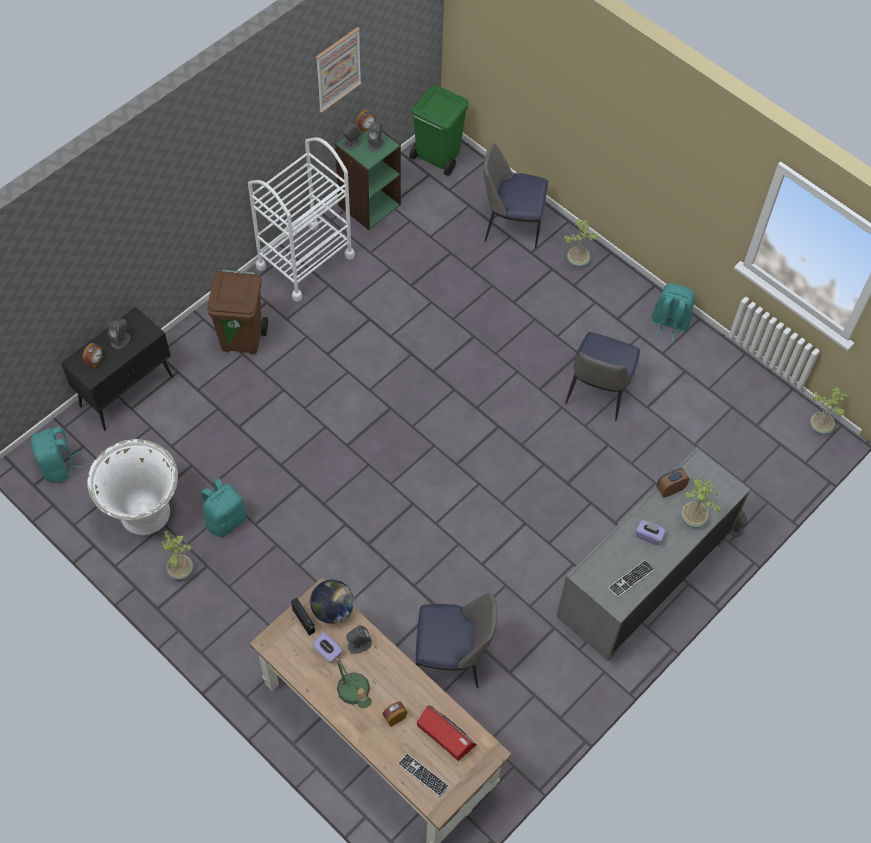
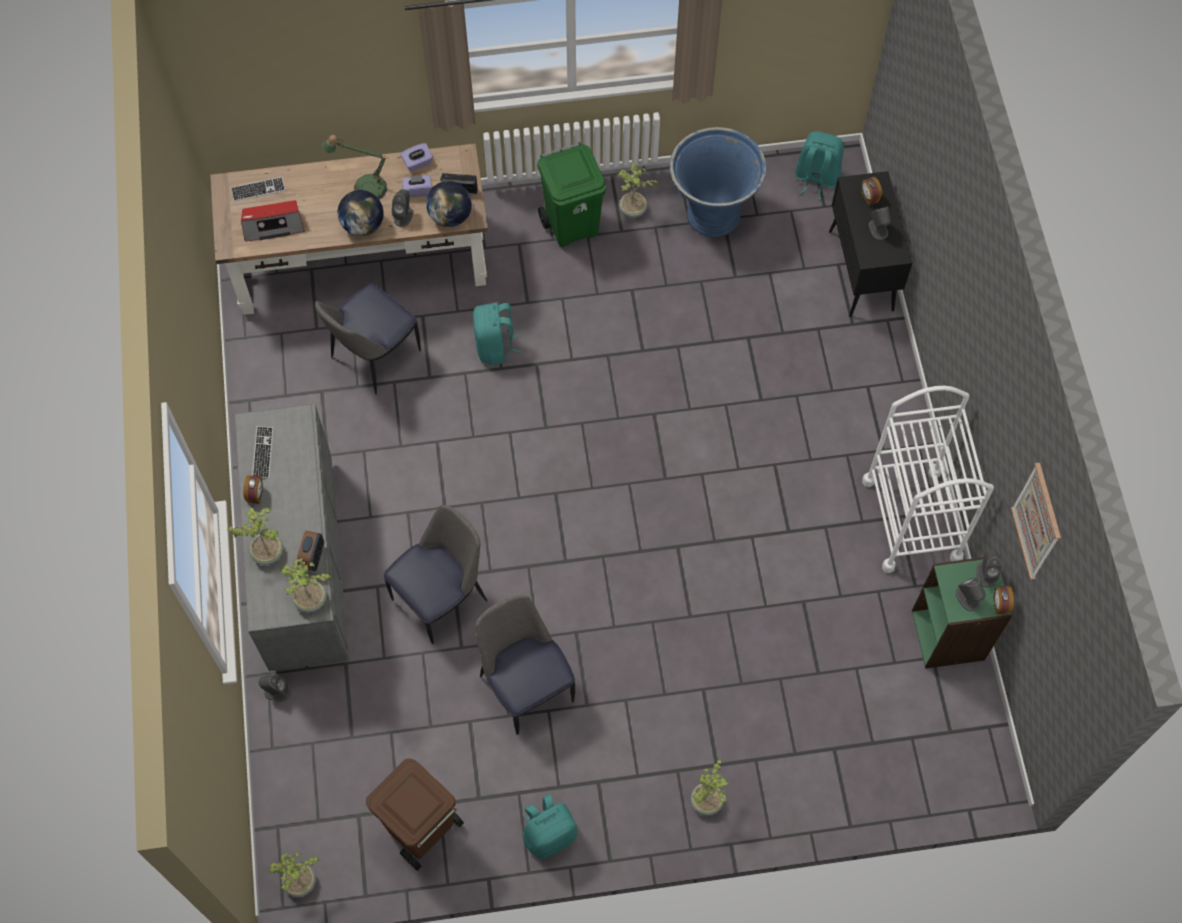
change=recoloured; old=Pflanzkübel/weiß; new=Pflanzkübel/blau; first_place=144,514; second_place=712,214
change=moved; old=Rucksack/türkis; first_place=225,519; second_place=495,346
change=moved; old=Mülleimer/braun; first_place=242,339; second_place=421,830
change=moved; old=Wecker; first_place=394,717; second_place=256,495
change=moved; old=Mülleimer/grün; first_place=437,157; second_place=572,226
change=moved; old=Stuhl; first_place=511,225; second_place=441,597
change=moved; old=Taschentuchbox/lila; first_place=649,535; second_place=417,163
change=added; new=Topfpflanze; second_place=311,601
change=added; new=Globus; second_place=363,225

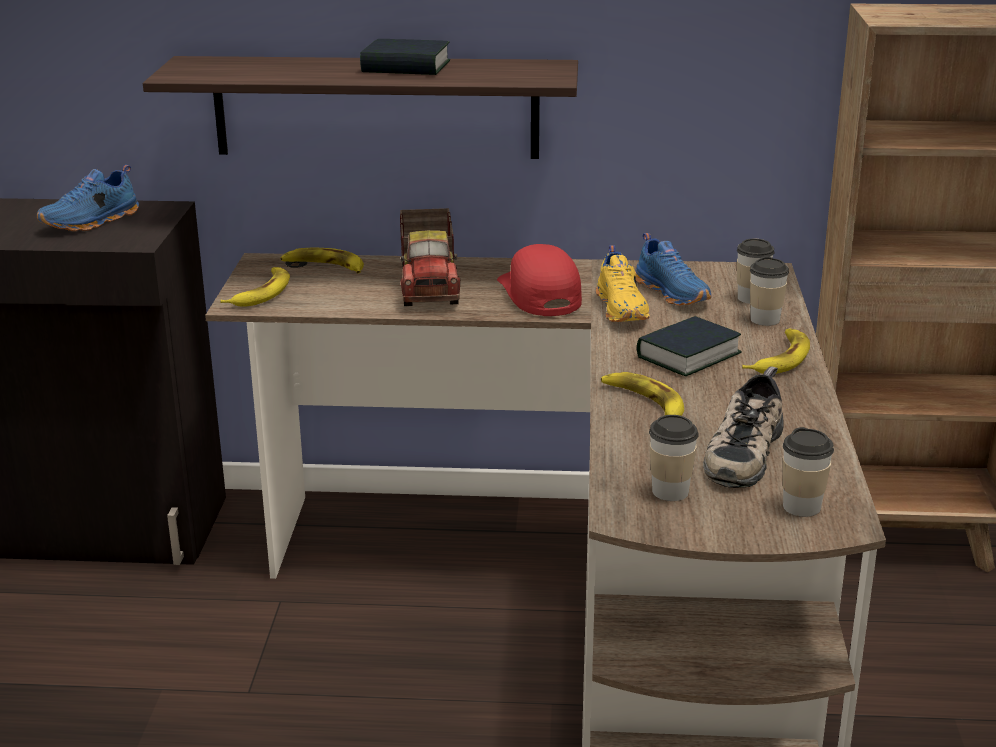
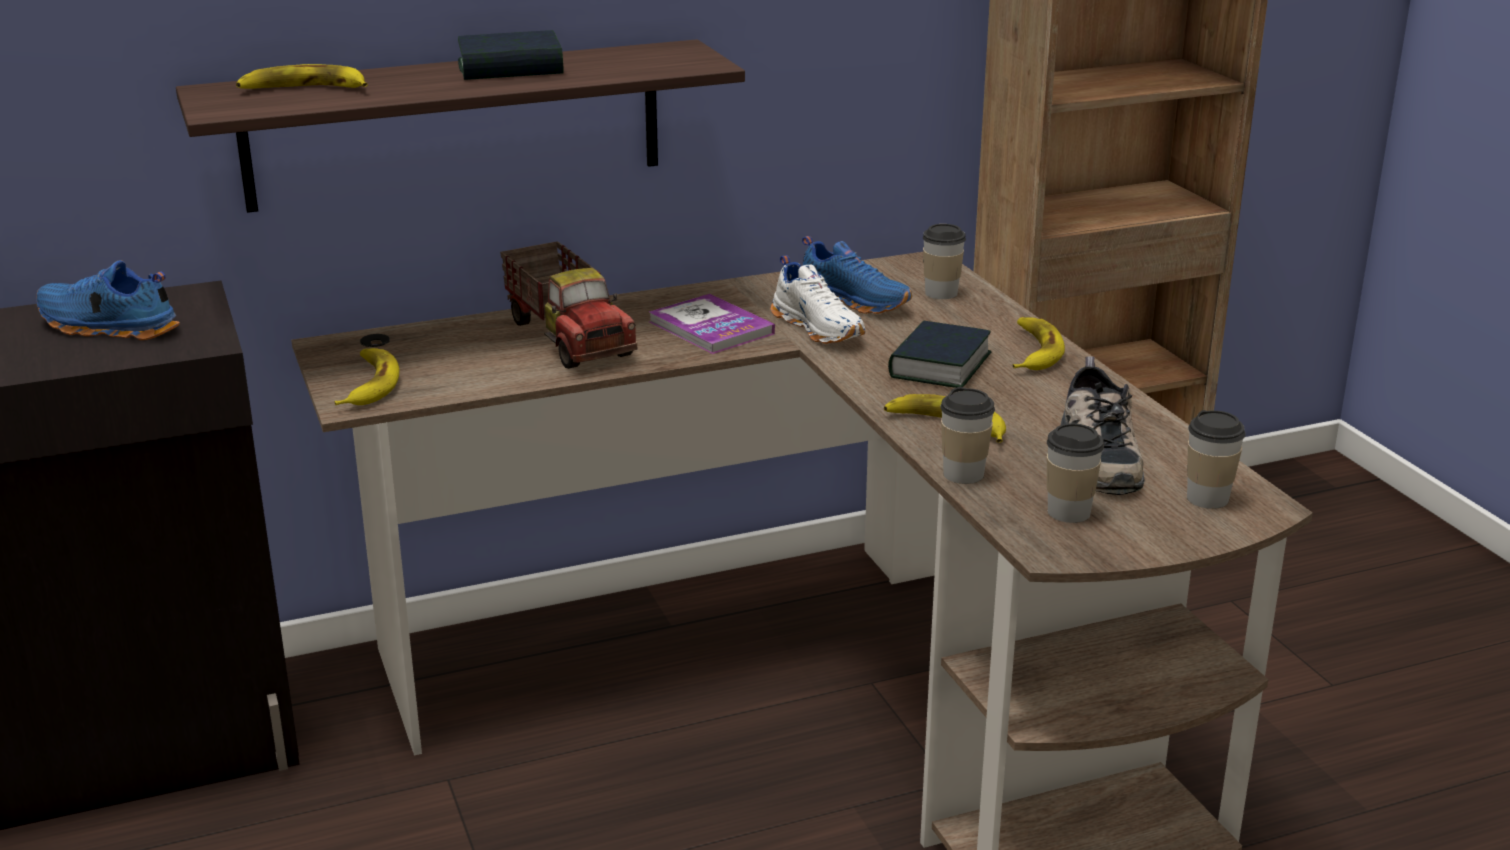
change=turned; old=Schuh/blau; first_place=92,222; second_place=107,328; degrees=90
change=moved; old=Banane; first_place=324,267; second_place=303,90
change=replaced; old=Kappe/rot; new=Buch; first_place=539,294; second_place=711,327
change=recoloured; old=Schuh/gelb; new=Schuh/weiß; first_place=623,309; second_place=819,328
change=moved; old=Tasse; first_place=765,320; second_place=963,474

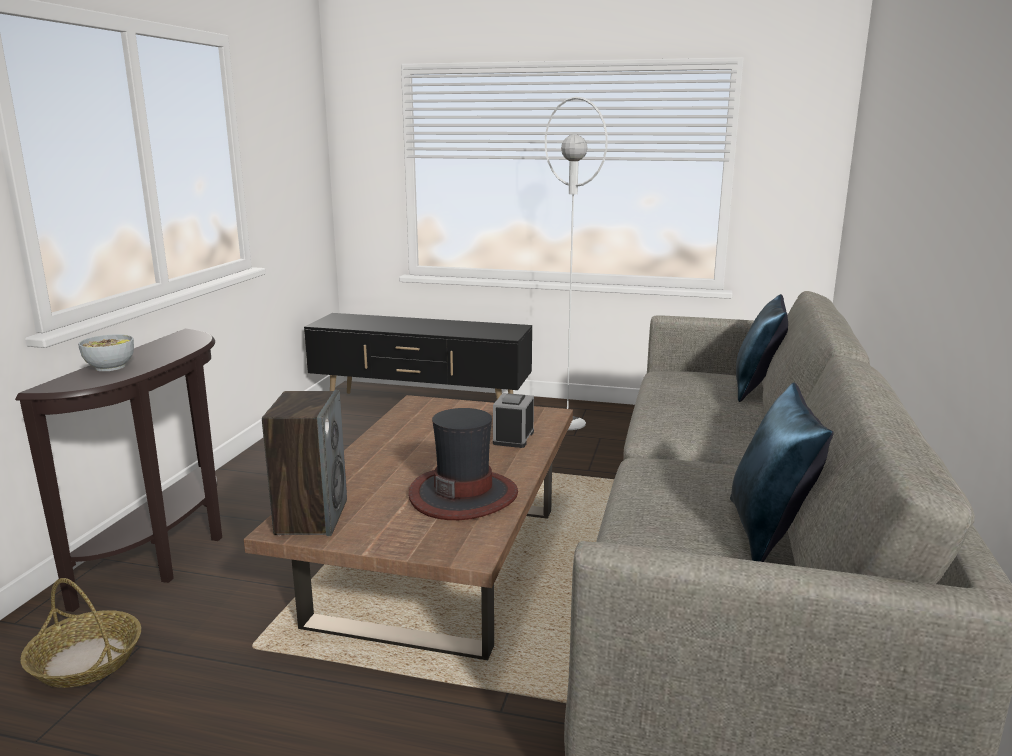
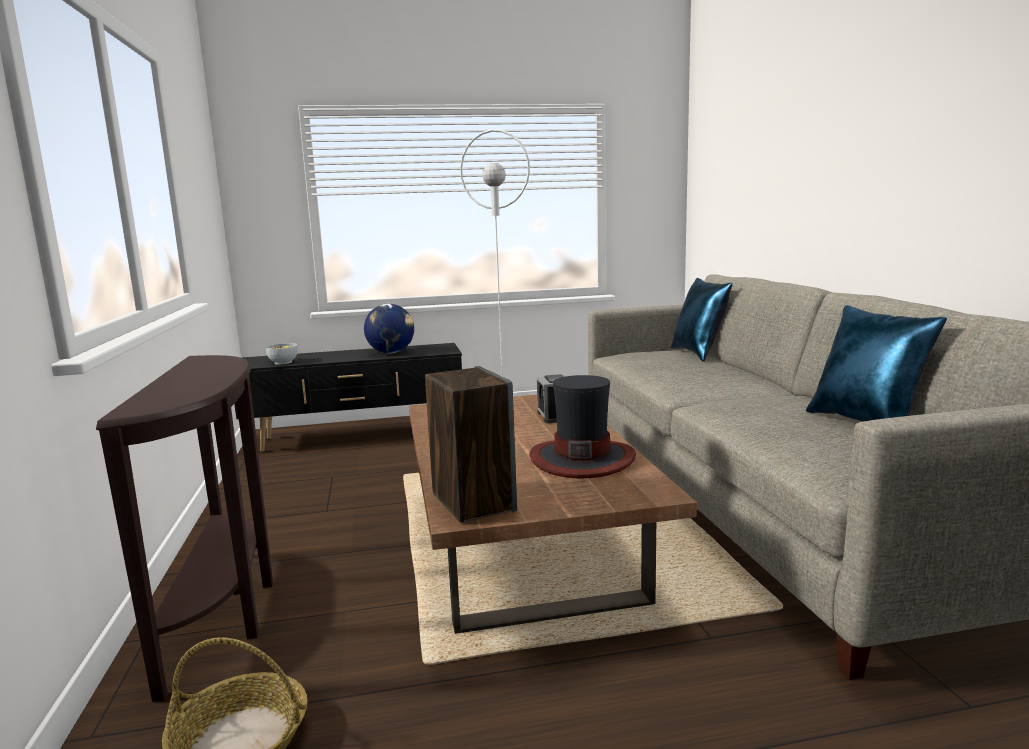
change=moved; old=Schüssel; first_place=110,367; second_place=283,362
change=added; new=Globus; second_place=391,352

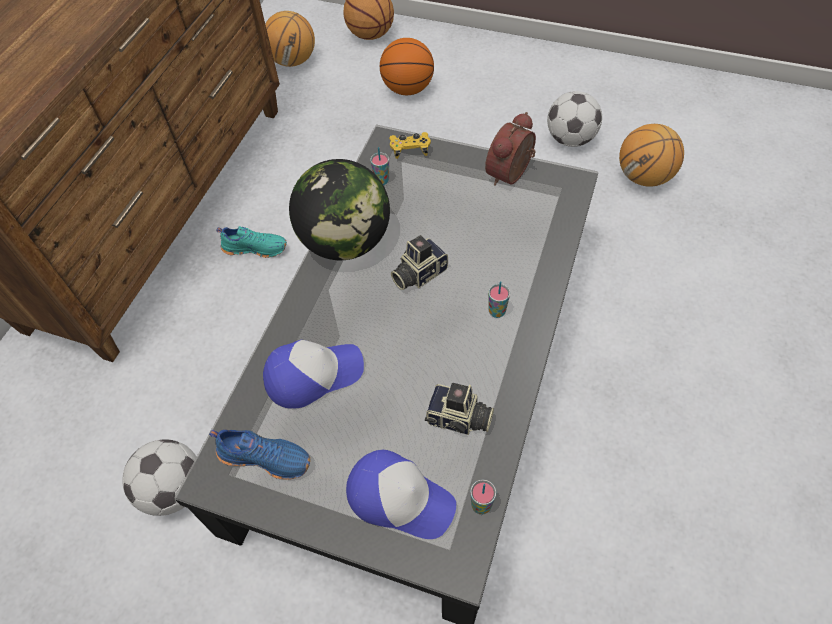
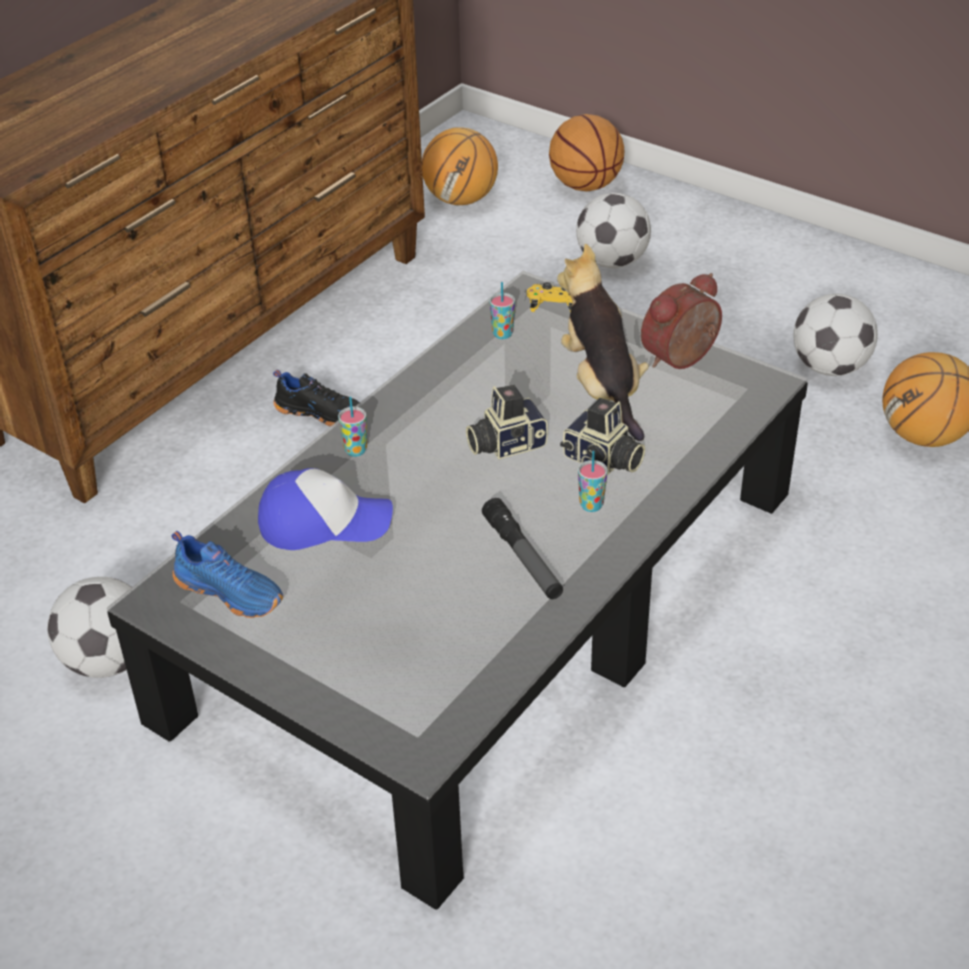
change=recoloured; old=Schuh/türkis; new=Schuh/schwarz; first_place=255,247; second_place=320,412
change=removed; old=Globus; first_place=345,242
change=removed; old=Kappe; first_place=399,498
change=replaced; old=Basketball; new=Fußball; first_place=408,89; second_place=612,262
change=moved; old=Kamera; first_place=459,420; second_place=602,461
change=moved; old=Tasse; first_place=481,505; second_place=355,450
change=added; new=Taschenlampe; second_place=523,557
change=added; new=Plüschtier; second_place=602,387

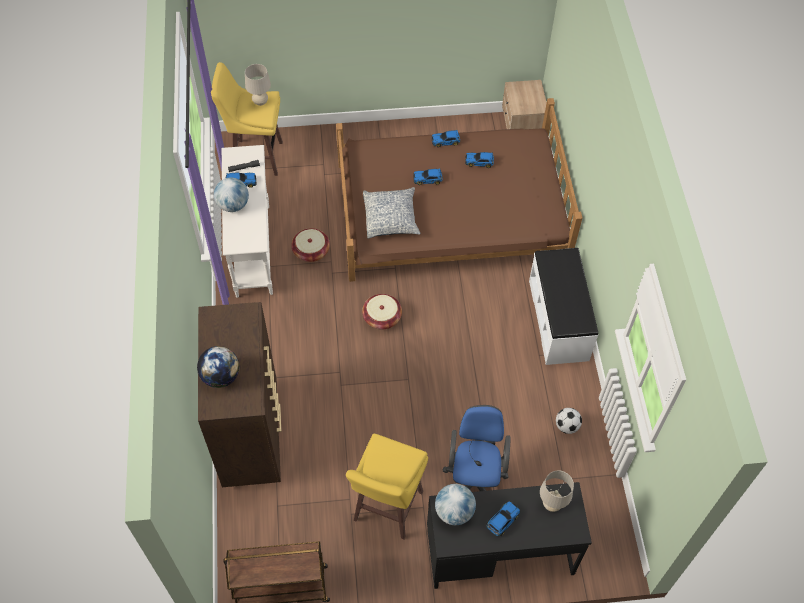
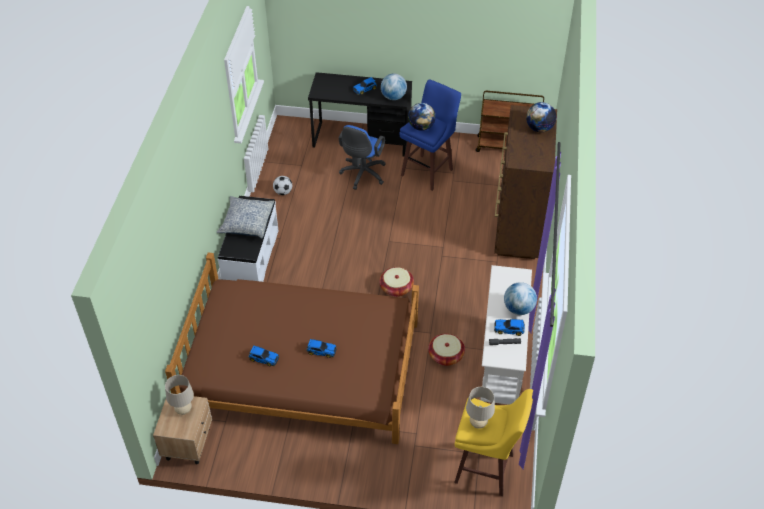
change=recoloured; old=Hocker/gelb; new=Hocker/blau; first_place=387,508; second_place=428,172
change=moved; old=Kissen; first_place=391,218; second_place=247,222
change=removed; old=Spielzeugauto; first_place=446,141
change=moved; old=Tischlampe/beige; first_place=552,504; second_place=183,410
change=added; new=Globus; second_place=421,127

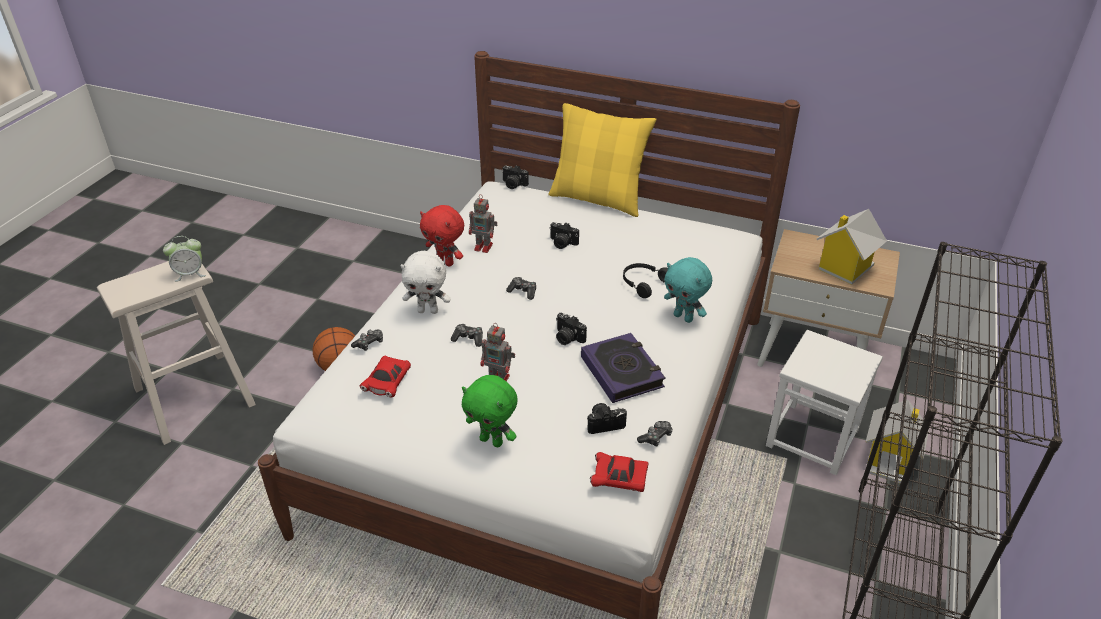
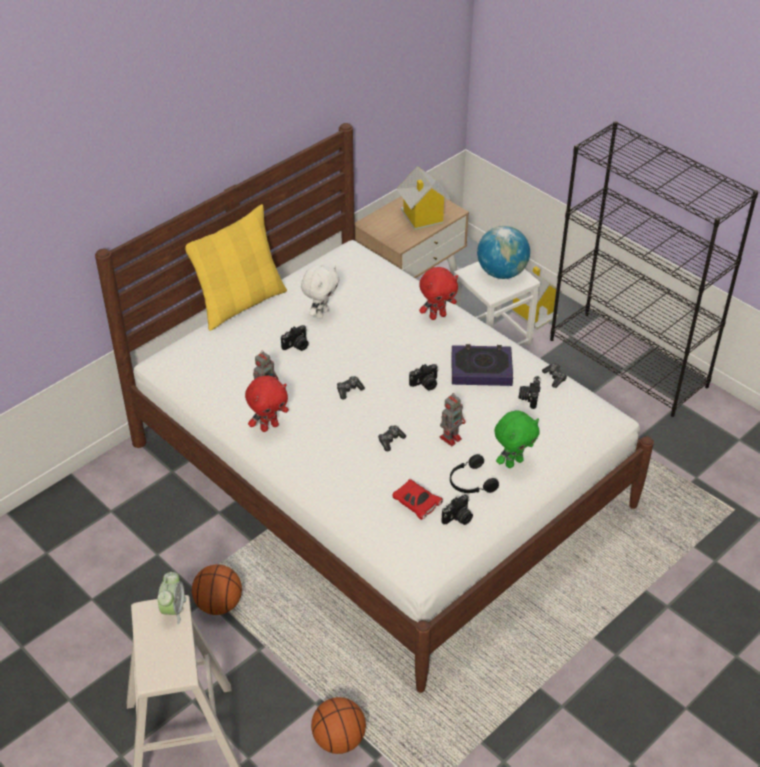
change=removed; old=Gamepad; first_place=369,344
change=moved; old=Plüschtier/weiß; first_place=428,310; second_place=321,313
change=moved; old=Kamera; first_place=513,184; second_place=458,518
change=removed; old=Spielzeugauto/rot; first_place=619,480
change=moved; old=Kopfhörer/schwarz; first_place=643,283; second_place=470,482
change=recoloured; old=Plüschtier/türkis; new=Plüschtier/rot; first_place=684,317; second_place=437,316
change=added; new=Basketball; second_place=339,739
change=added; new=Globus; second_place=501,273

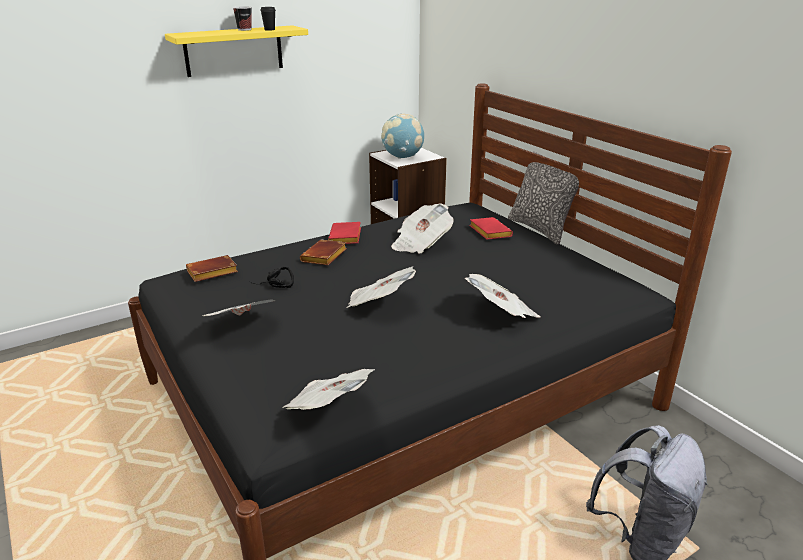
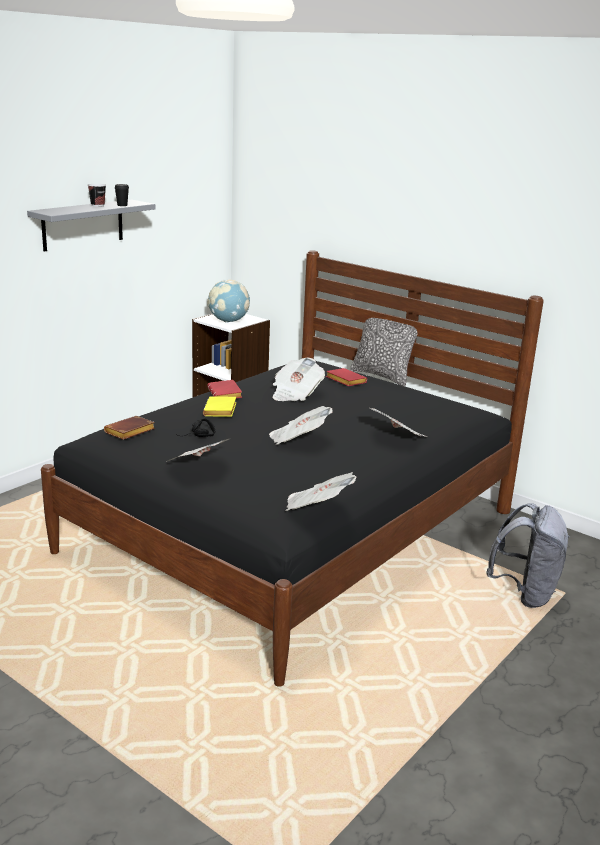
change=recoloured; old=Wandregal/gelb; new=Wandregal/grau; first_place=234,51; second_place=83,225
change=recoloured; old=Buch/braun; new=Buch/gelb; first_place=324,257; second_place=221,411

